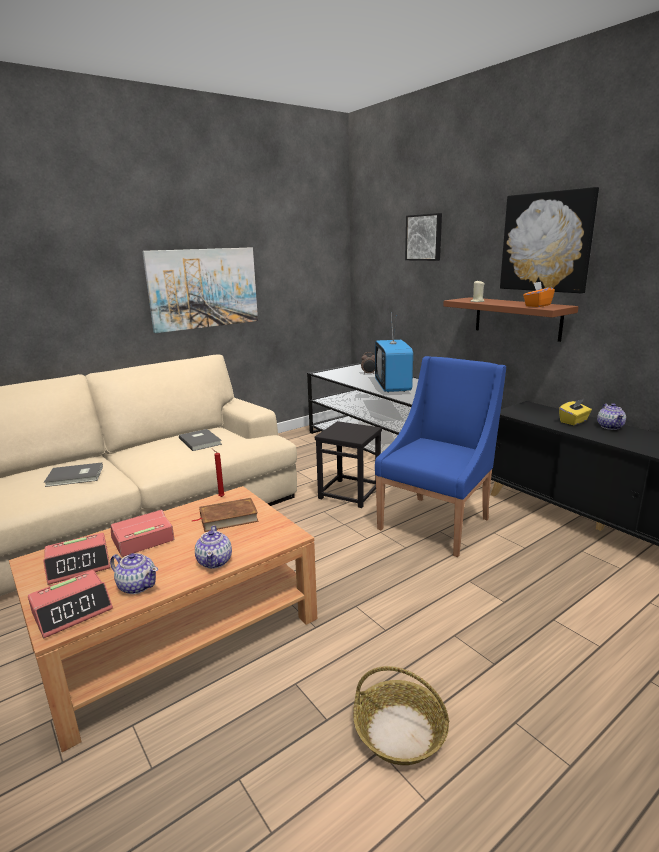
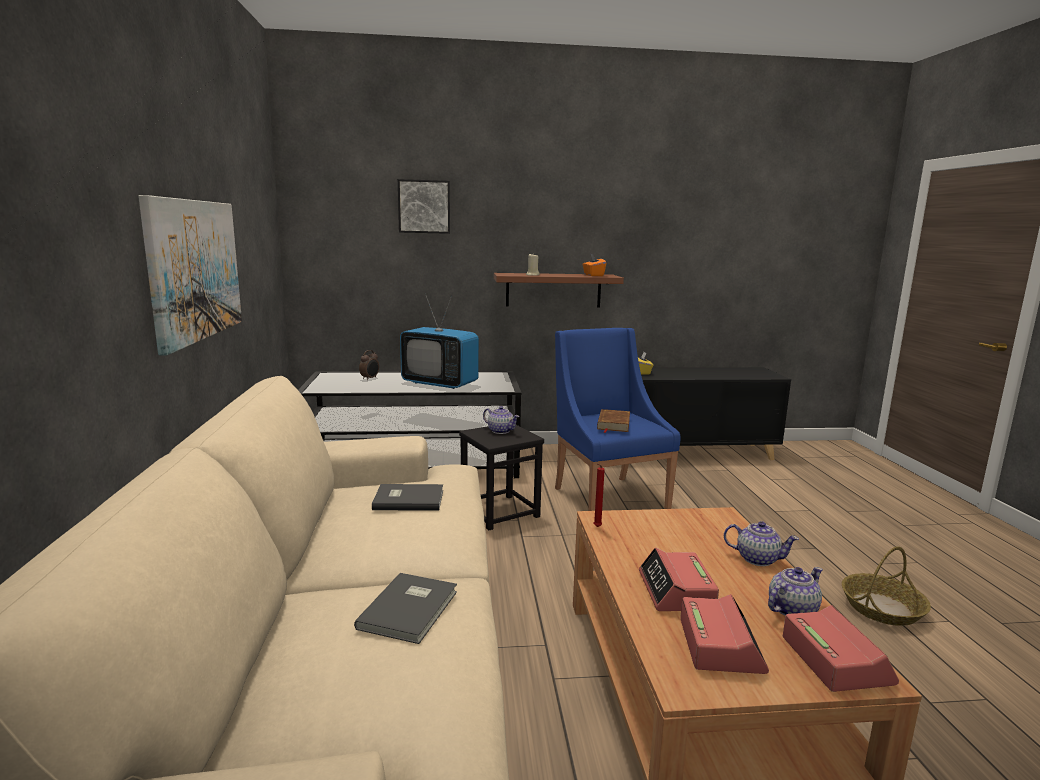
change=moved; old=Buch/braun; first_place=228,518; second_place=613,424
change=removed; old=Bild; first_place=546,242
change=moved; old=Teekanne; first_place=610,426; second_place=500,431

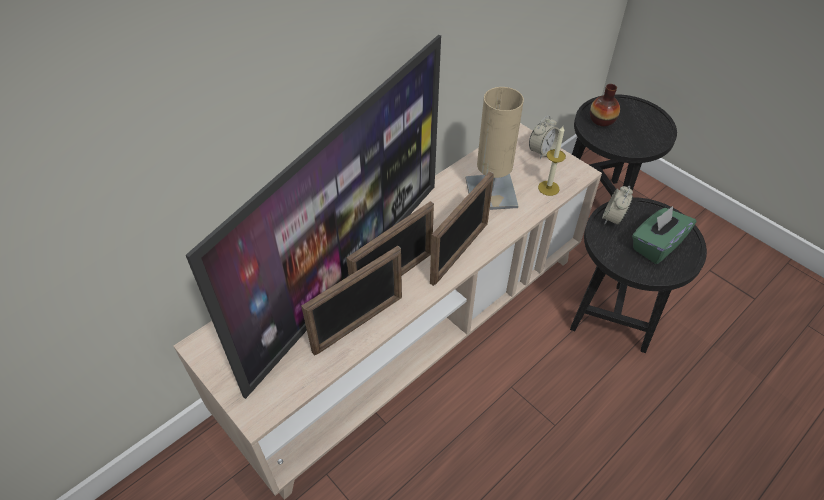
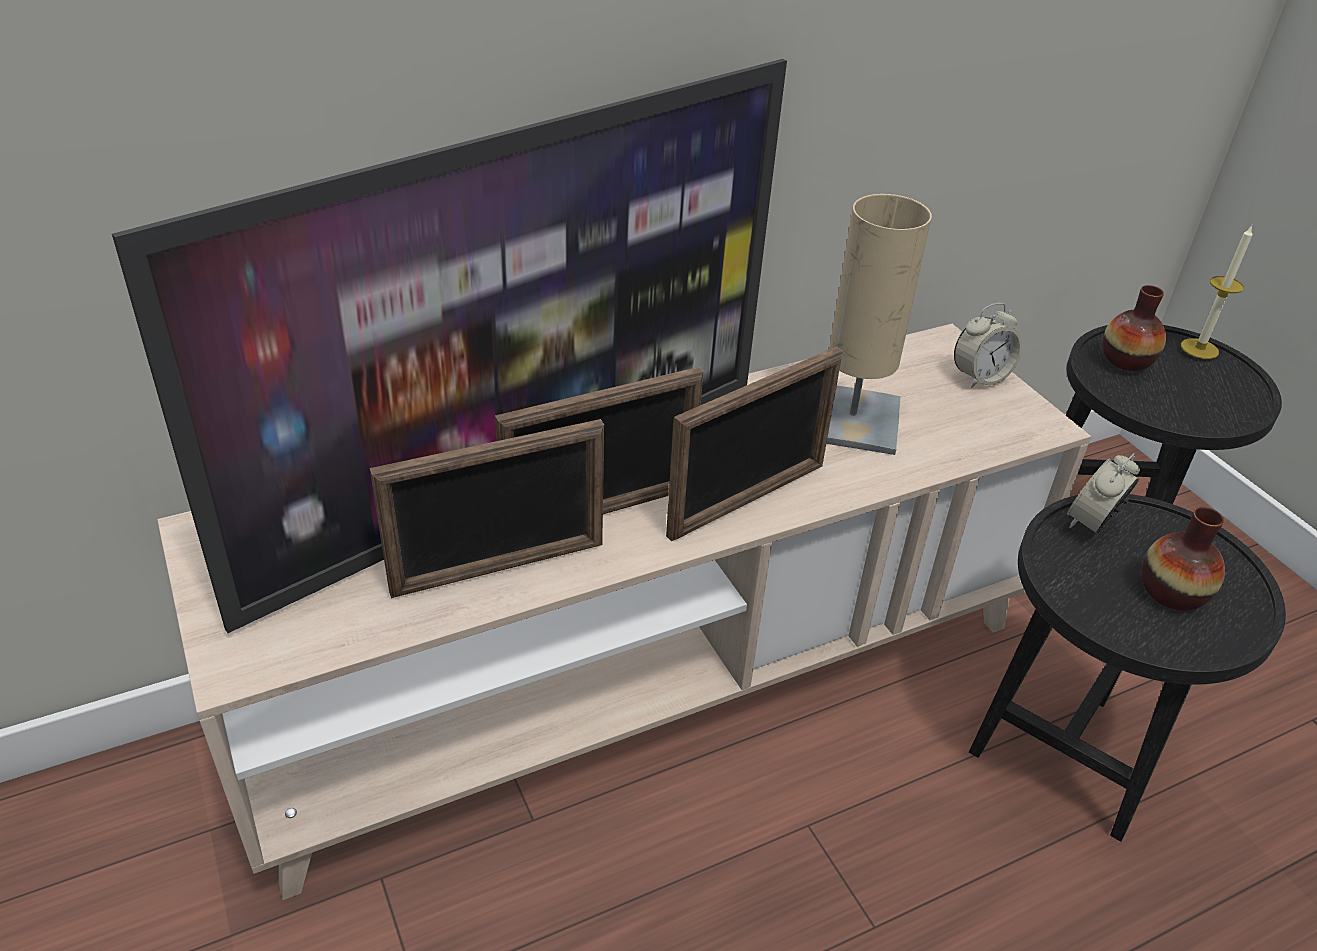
change=moved; old=Kerze; first_place=548,188; second_place=1199,349
change=replaced; old=Taschentuchbox/grün; new=Vase; first_place=656,245; second_place=1172,592

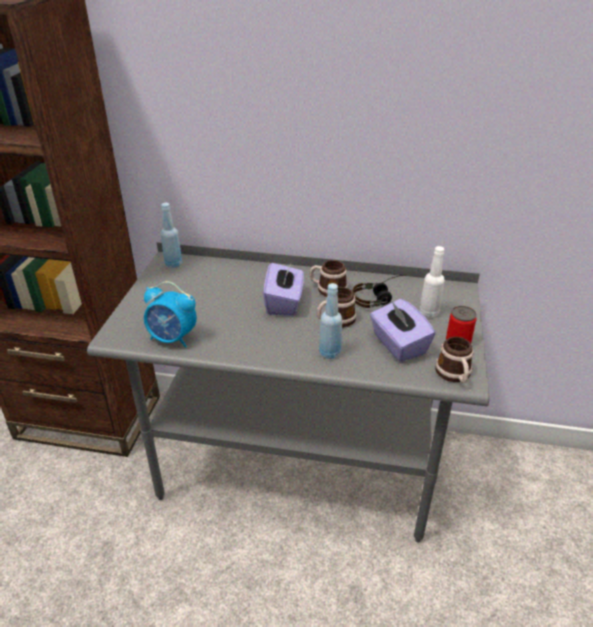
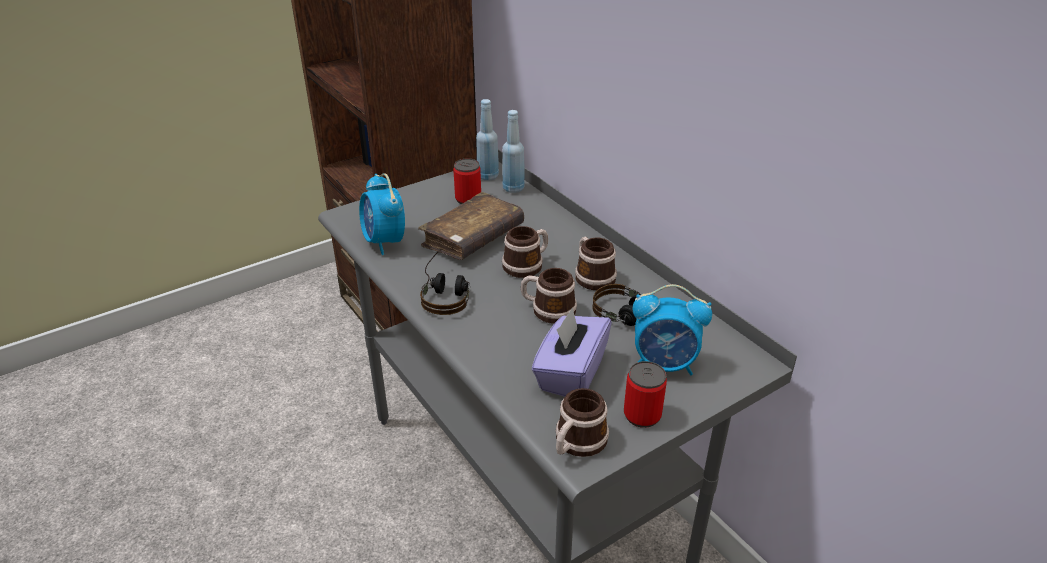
change=replaced; old=Taschentuchbox/lila; new=Henkelbecher; first_place=284,303; second_place=527,265
change=moved; old=Flasche/blau; first_place=330,353; second_place=513,188
change=replaced; old=Flasche/weiß; new=Wecker; first_place=429,313; second_place=664,364
change=added; new=Buch/braun; second_place=473,238
change=added; new=Kopfhörer; second_place=446,293
change=added; new=Dose; second_place=468,199

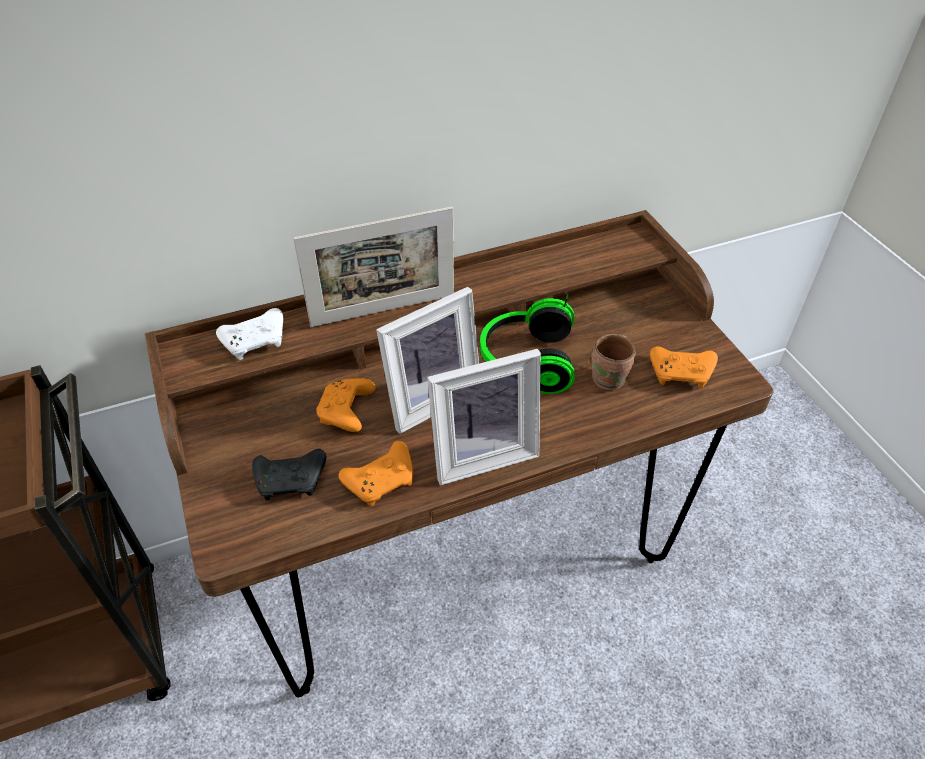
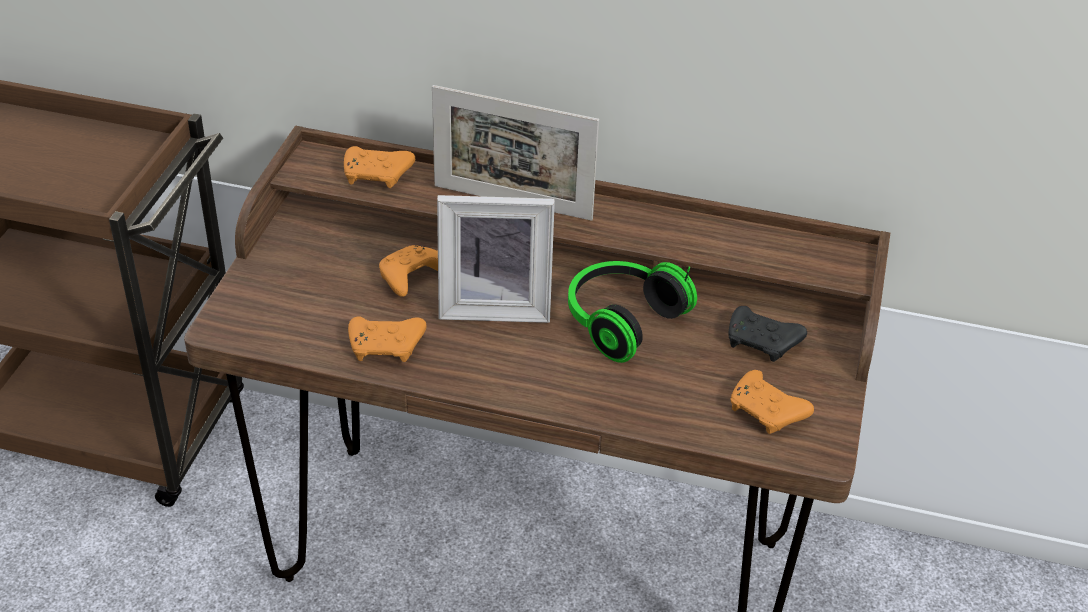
change=recoloured; old=Gamepad/weiß; new=Gamepad/orange; first_place=256,341; second_place=378,176
change=moved; old=Gamepad/schwarz; first_place=292,481; second_place=762,343
change=removed; old=Bilderrahmen; first_place=482,453
change=removed; old=Henkelbecher/braun; first_place=611,378

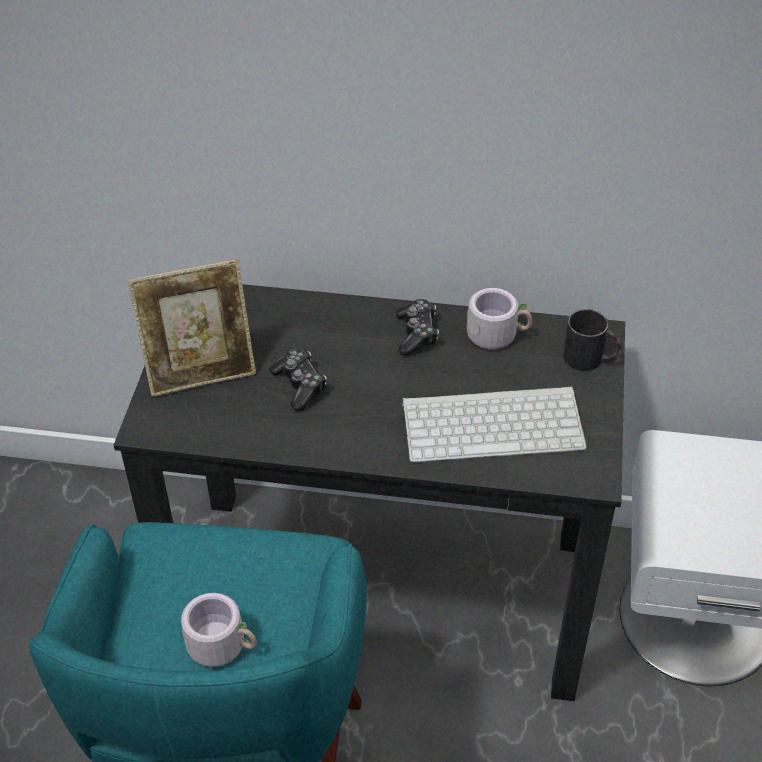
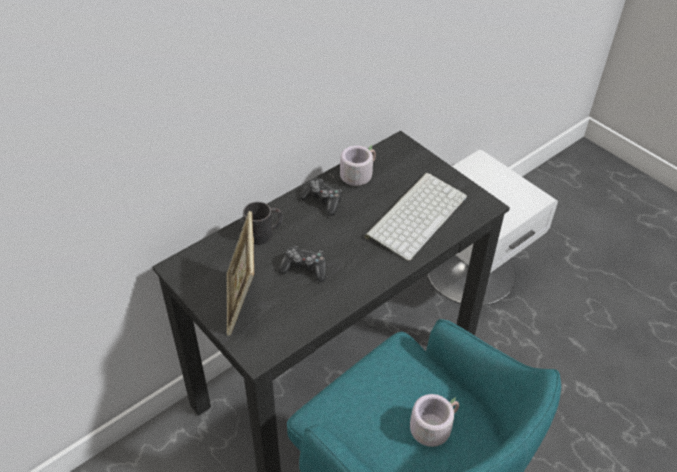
change=turned; old=Bilderrahmen; first_place=201,371; second_place=243,303; degrees=150
change=moved; old=Henkelbecher/schwarz; first_place=591,359; second_place=264,233

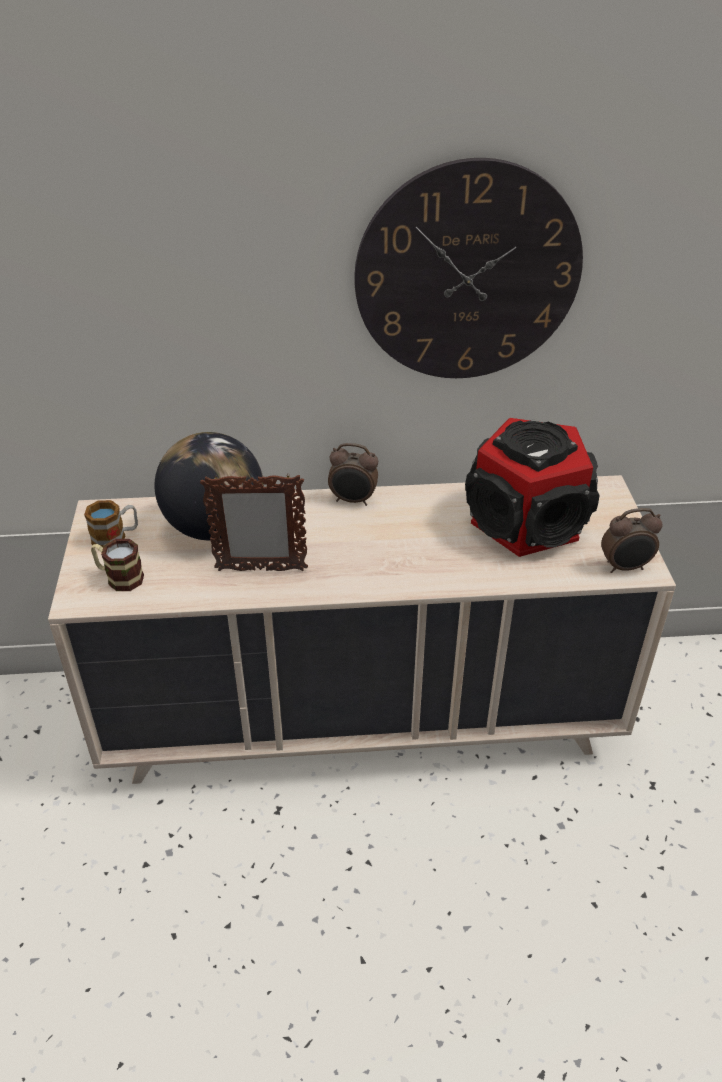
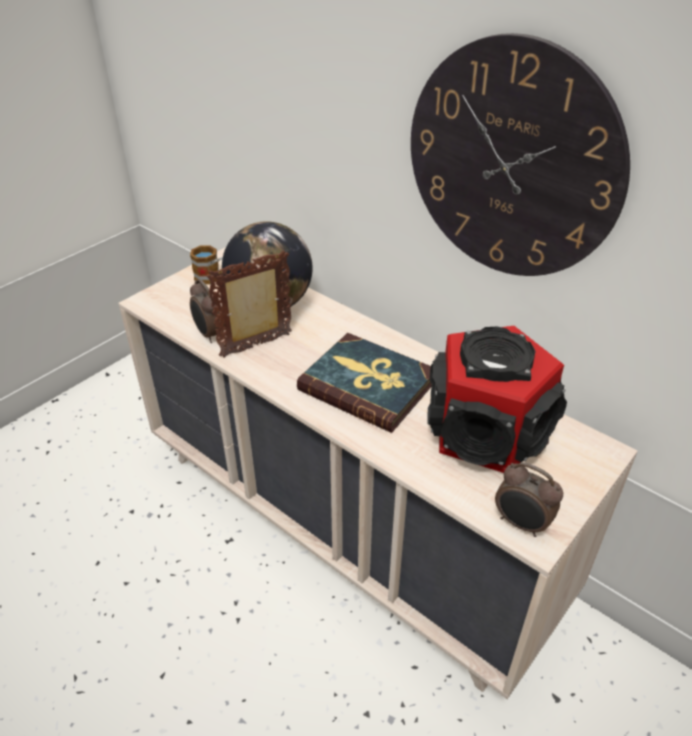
change=removed; old=Henkelbecher; first_place=119,577
change=turned; old=Bilderrahmen; first_place=260,570; second_place=257,346; degrees=105
change=moved; old=Wecker; first_place=353,500; second_place=209,334
change=added; new=Buch; second_place=368,385

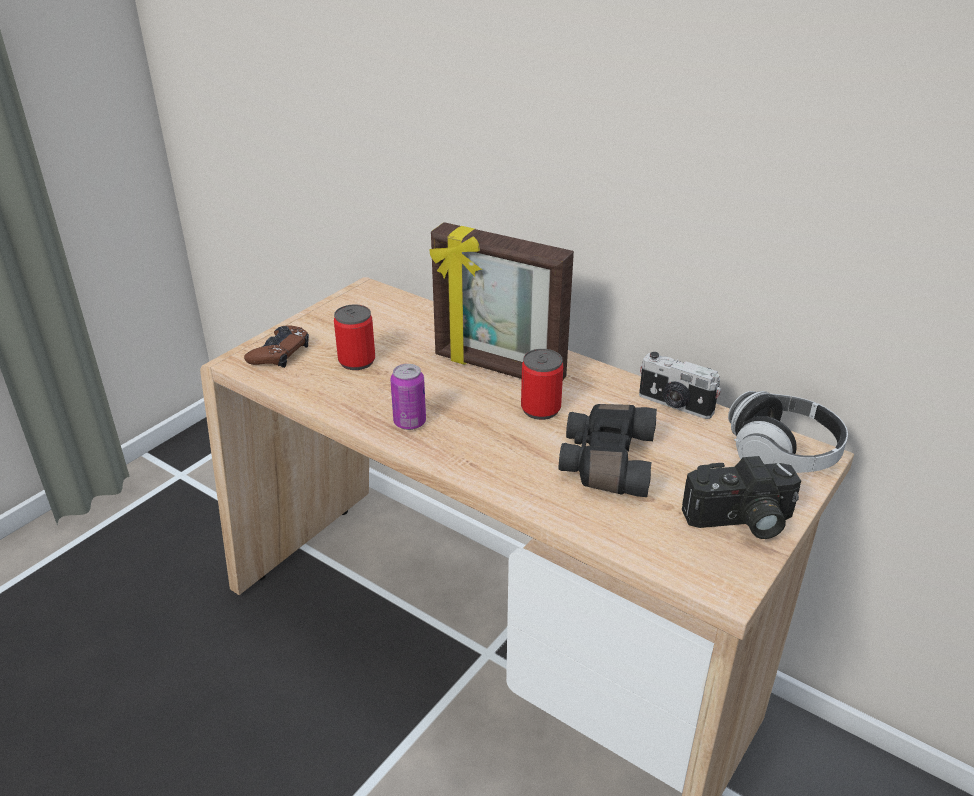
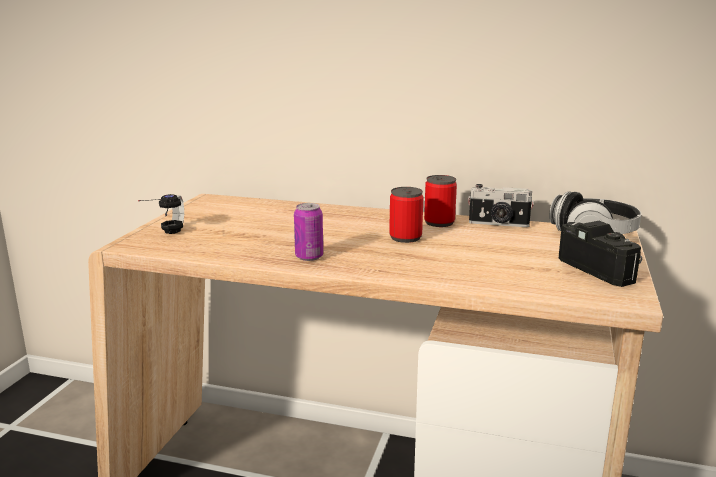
change=replaced; old=Gamepad/braun; new=Kopfhörer; first_place=279,353; second_place=161,236
change=moved; old=Dose; first_place=357,361; second_place=439,222
change=removed; old=Bilderrahmen; first_place=498,368
change=removed; old=Fernglas/schwarz; first_place=605,462
change=turned; old=Kamera; first_place=740,521; second_place=603,268; degrees=-90

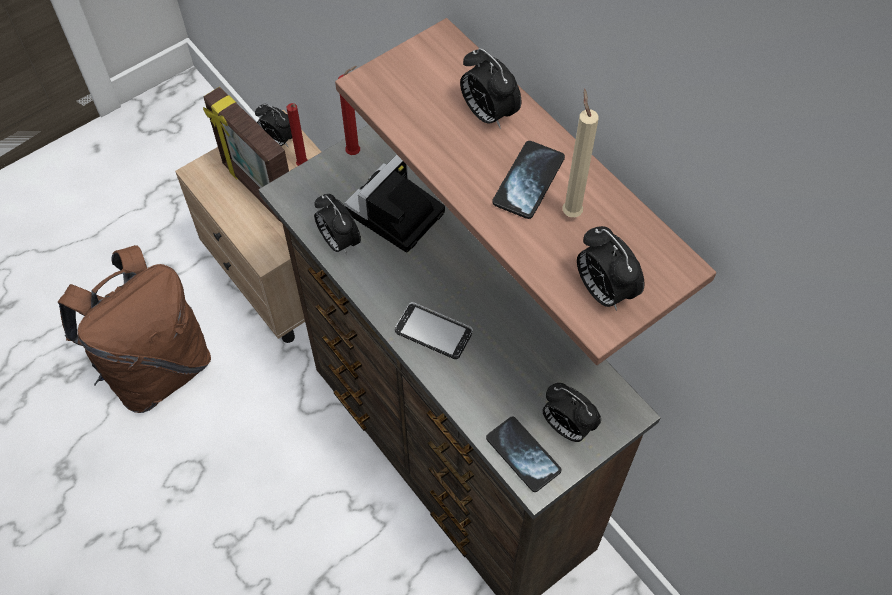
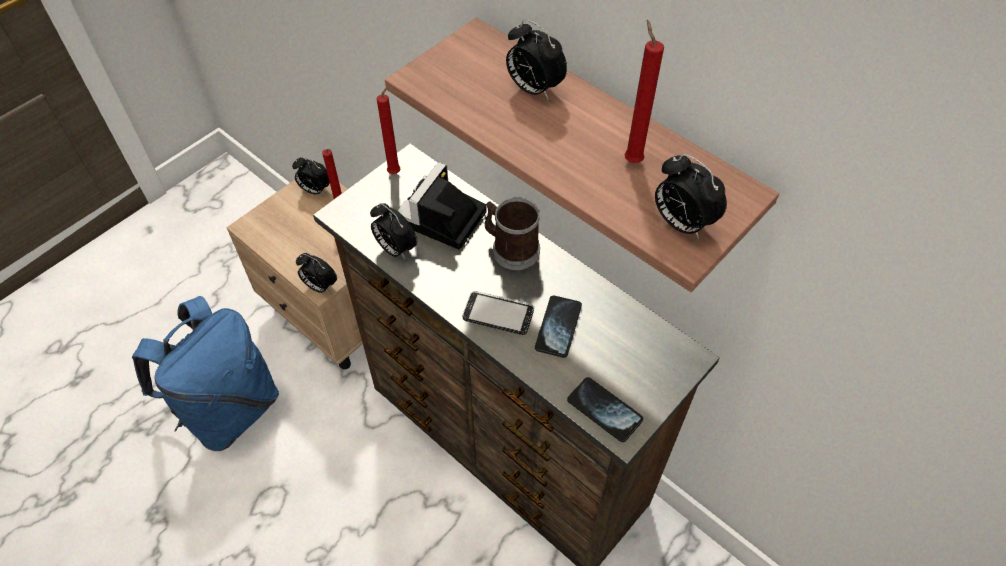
change=recoloured; old=Rucksack/braun; new=Rucksack/blau; first_place=156,367; second_place=229,409
change=removed; old=Bilderrahmen; first_place=258,190
change=moved; old=Handy; first_place=528,181; second_place=558,327
change=moved; old=Wecker; first_place=566,427; second_place=319,286
change=recoloured; old=Kerze/beige; new=Kerze/rot; first_place=571,211; second_place=631,159
change=added; new=Henkelbecher; second_place=511,249

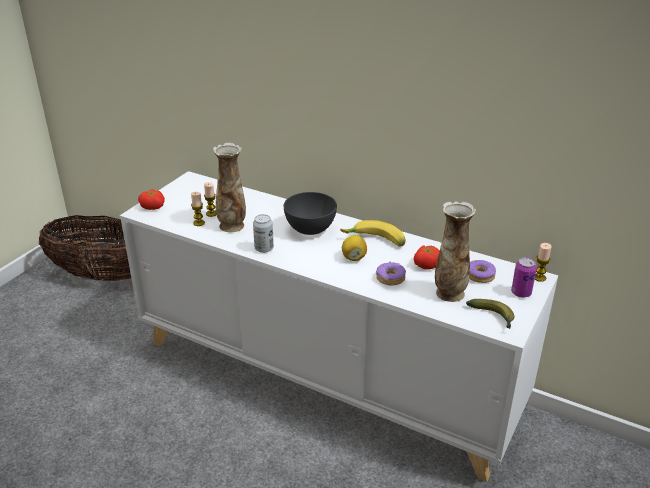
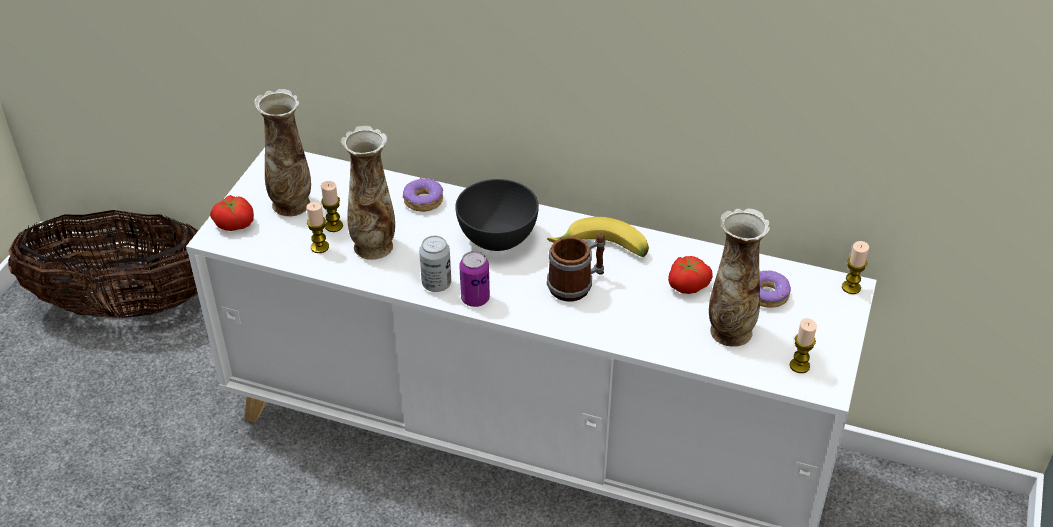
change=replaced; old=Zitrone; new=Henkelbecher; first_place=354,257; second_place=577,284
change=moved; old=Donut; first_place=390,278; second_place=423,201
change=replaced; old=Banane; new=Kerze; first_place=493,317; second_place=799,366
change=moved; old=Dose; first_place=521,293; second_place=475,299
change=added; new=Vase; second_place=292,204

